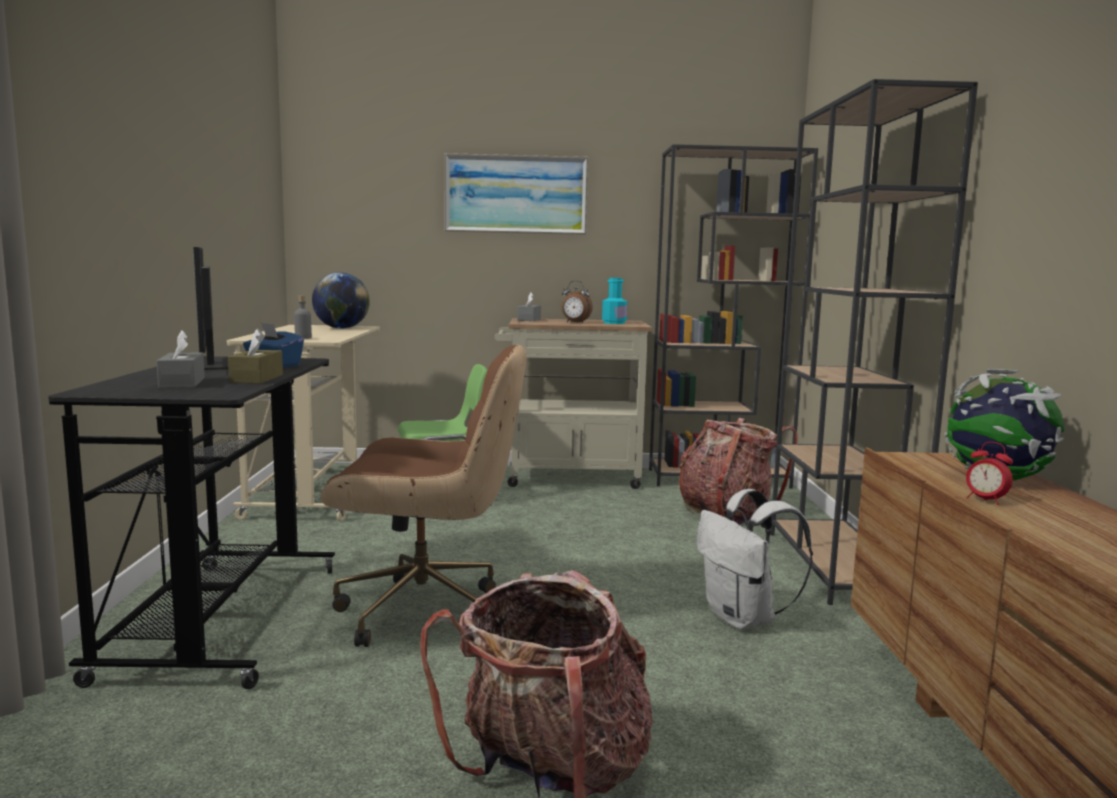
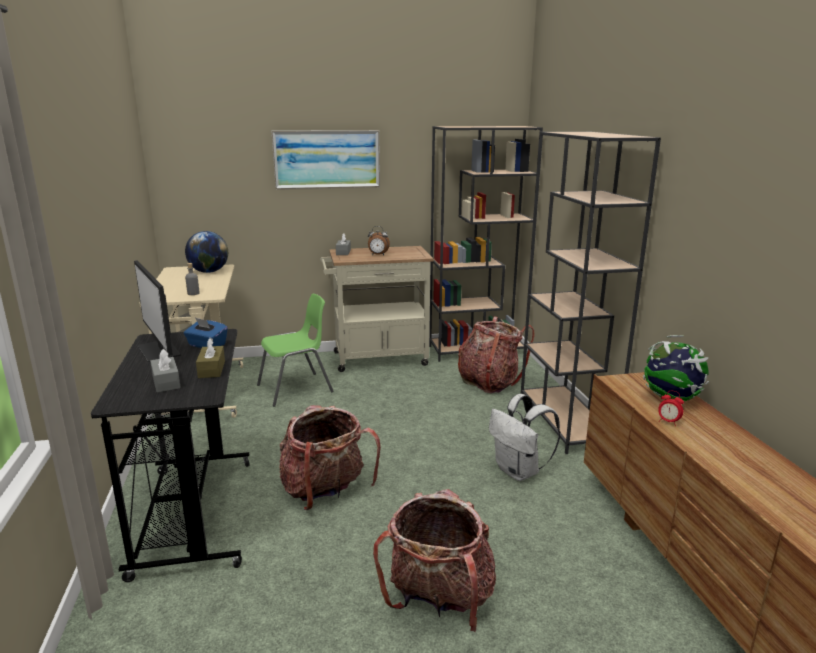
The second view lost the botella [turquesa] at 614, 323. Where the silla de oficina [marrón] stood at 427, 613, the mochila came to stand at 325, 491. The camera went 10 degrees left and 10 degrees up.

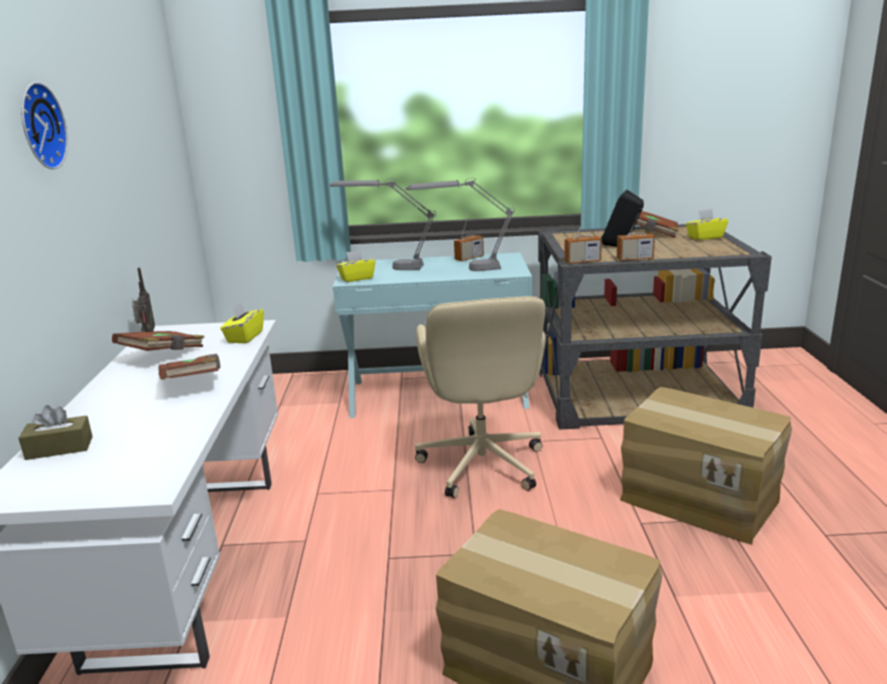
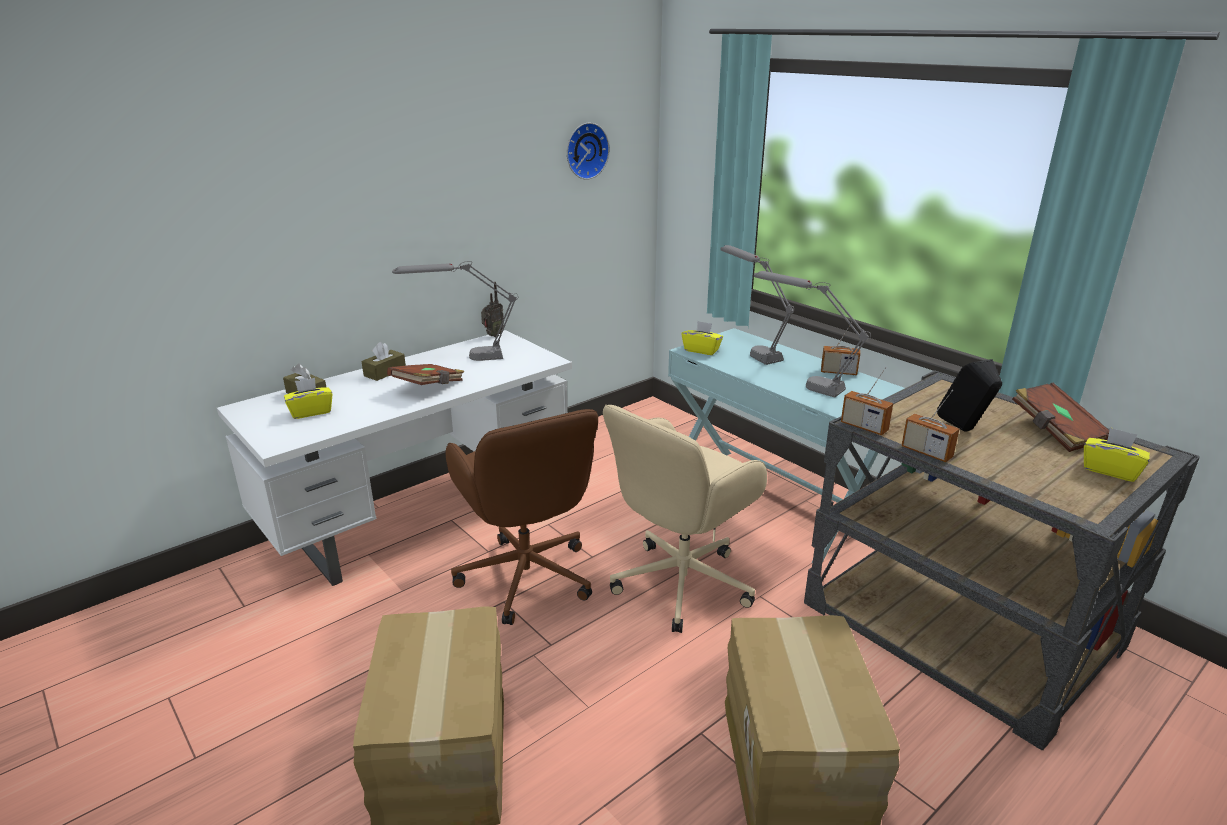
The second view gained the caja de pañuelos [marrón] at 385, 372. The second view gained the silla de oficina [marrón] at 526, 579. The reloj de pared ended up elsewhere, having gone from 38, 126 to 585, 150. The caja de pañuelos [amarillo] ended up elsewhere, having gone from 244, 337 to 311, 412. Where the libro [marrón] stood at 163, 355, the lámpara de mesa [gris] came to stand at 463, 357. The camera went 50 degrees right and 5 degrees up.

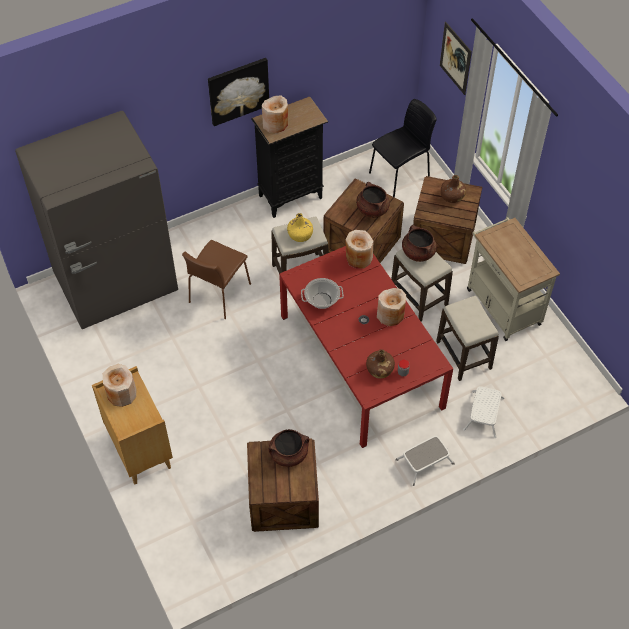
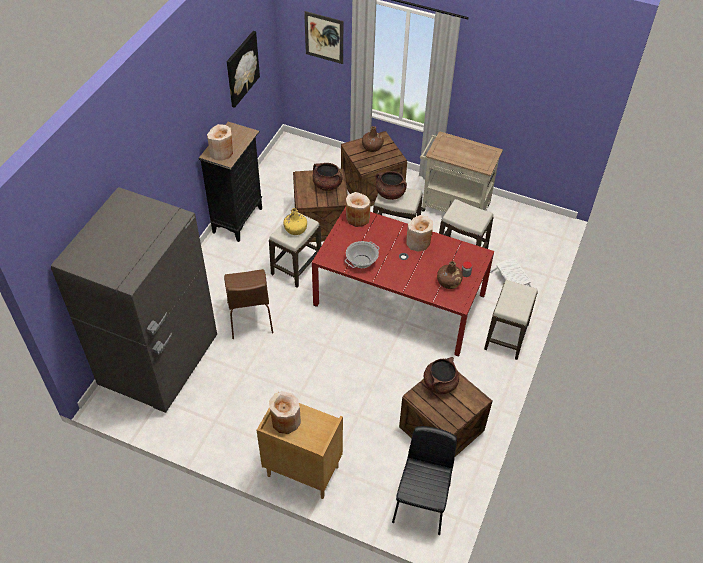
The cuadro ended up elsewhere, having gone from 238, 90 to 242, 68. The silla [negro] ended up elsewhere, having gone from 401, 174 to 422, 501. Where the escalera de tijera [gris] stood at 424, 461, the taburete came to stand at 506, 337. The camera went 40 degrees left and 5 degrees down.

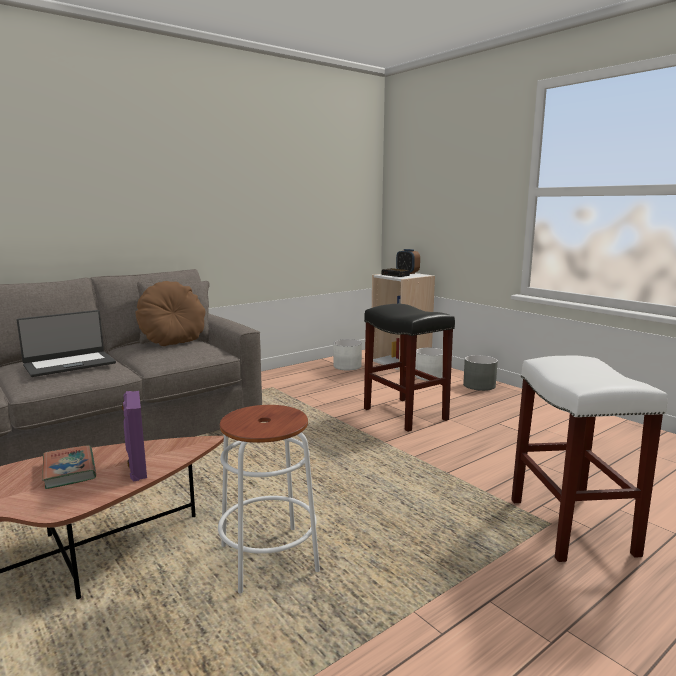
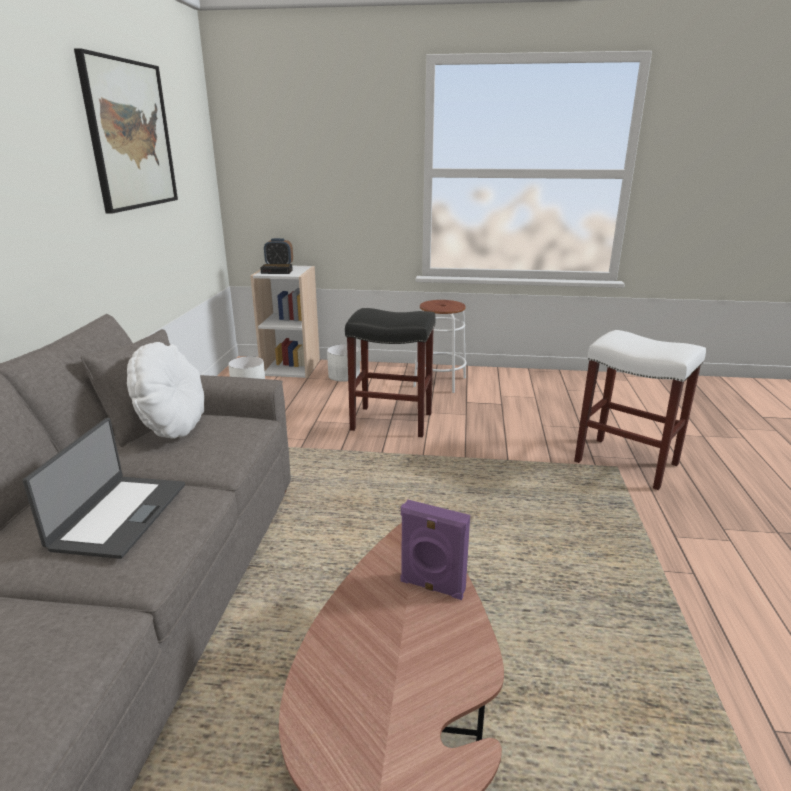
The second view lost the libro at 69, 470. The second view lost the maceta [gris] at 479, 385. The second view gained the cuadro at 130, 135. The taburete [blanco] ended up elsewhere, having gone from 269, 559 to 440, 382. What was the cojín [marrón] at 173, 343 turned into the cojín [blanco] at 174, 429. The camera went 45 degrees left and 10 degrees up.

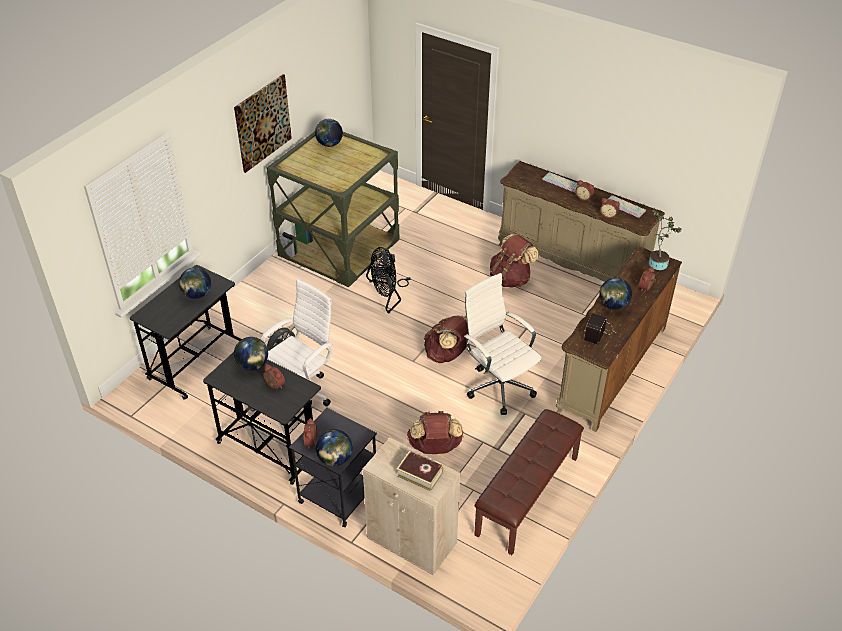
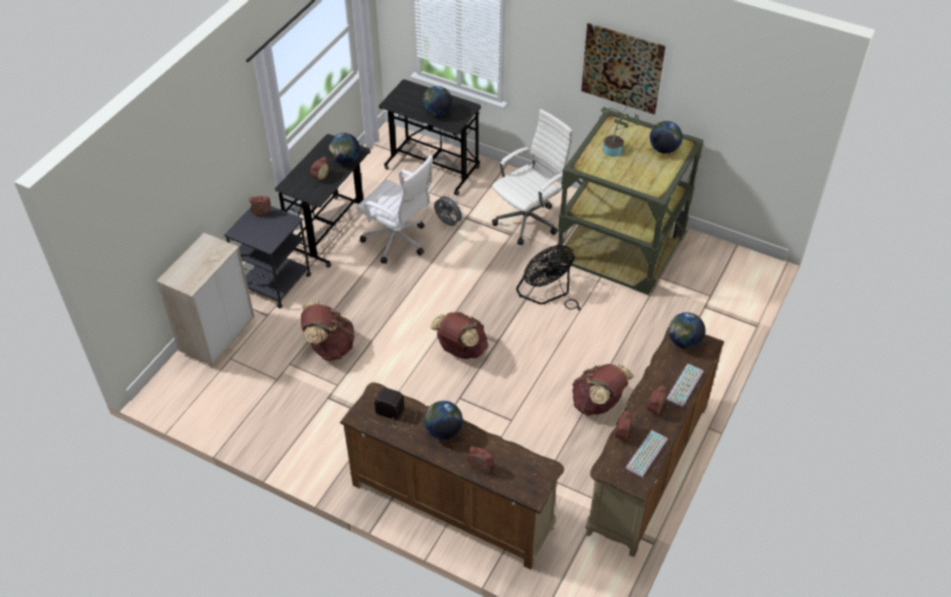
The second view lost the libro at 420, 474. The second view lost the banco [marrón] at 528, 496. The globo terráqueo ended up elsewhere, having gone from 335, 459 to 684, 342. The silla de oficina [blanco] ended up elsewhere, having gone from 498, 386 to 529, 220. The planta en maceta ended up elsewhere, having gone from 658, 262 to 615, 150. The camera went 85 degrees right and 5 degrees up.

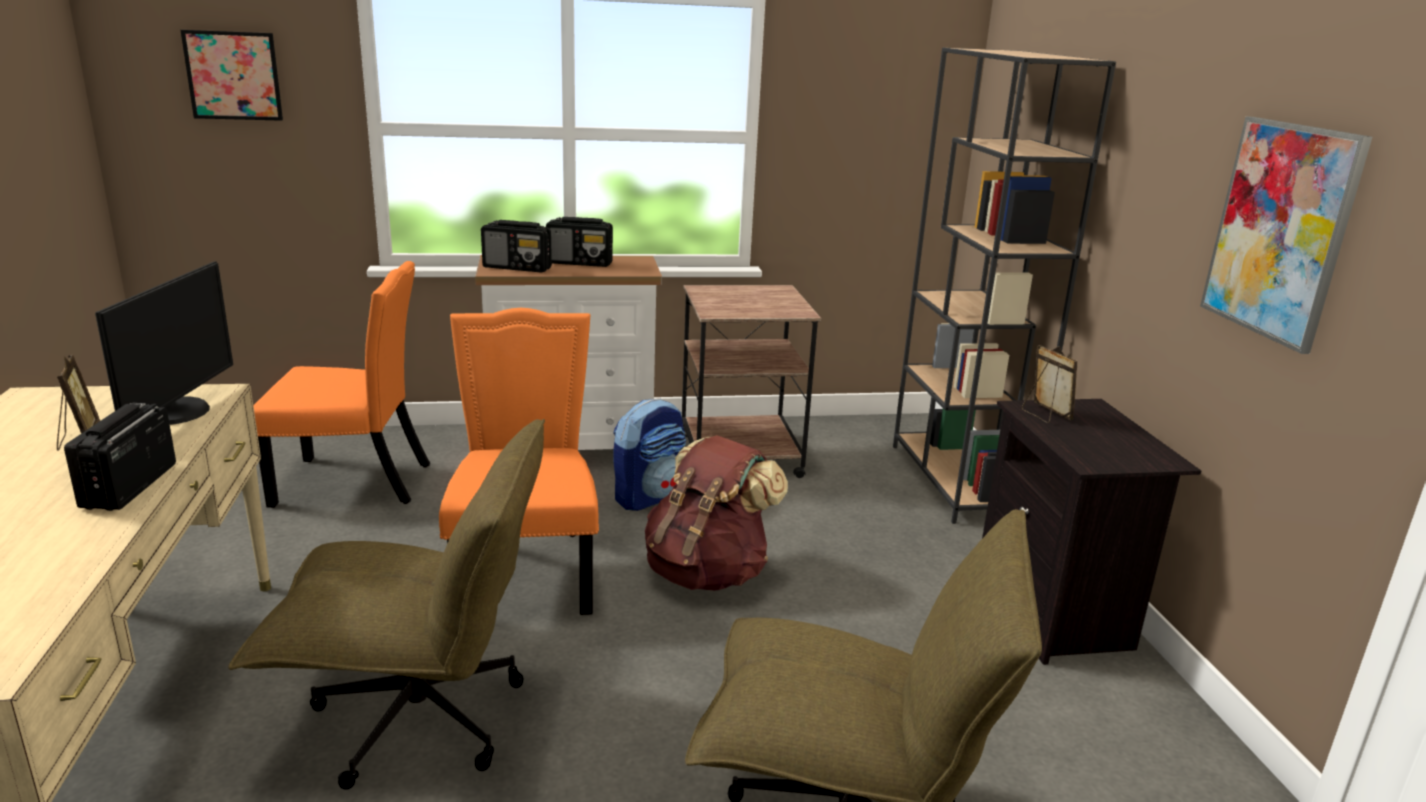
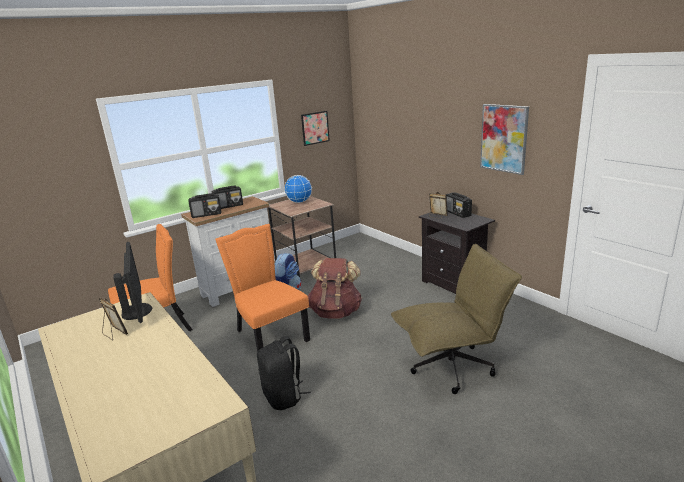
The second view lost the estantería at 958, 481. The second view gained the globo terráqueo at 299, 202. The radio ended up elsewhere, having gone from 128, 487 to 458, 213. The cuadro ended up elsewhere, having gone from 233, 75 to 315, 128. Where the silla de oficina [beis] stood at 415, 718, the mochila [negro] came to stand at 283, 397. The camera went 25 degrees left and 0 degrees up.

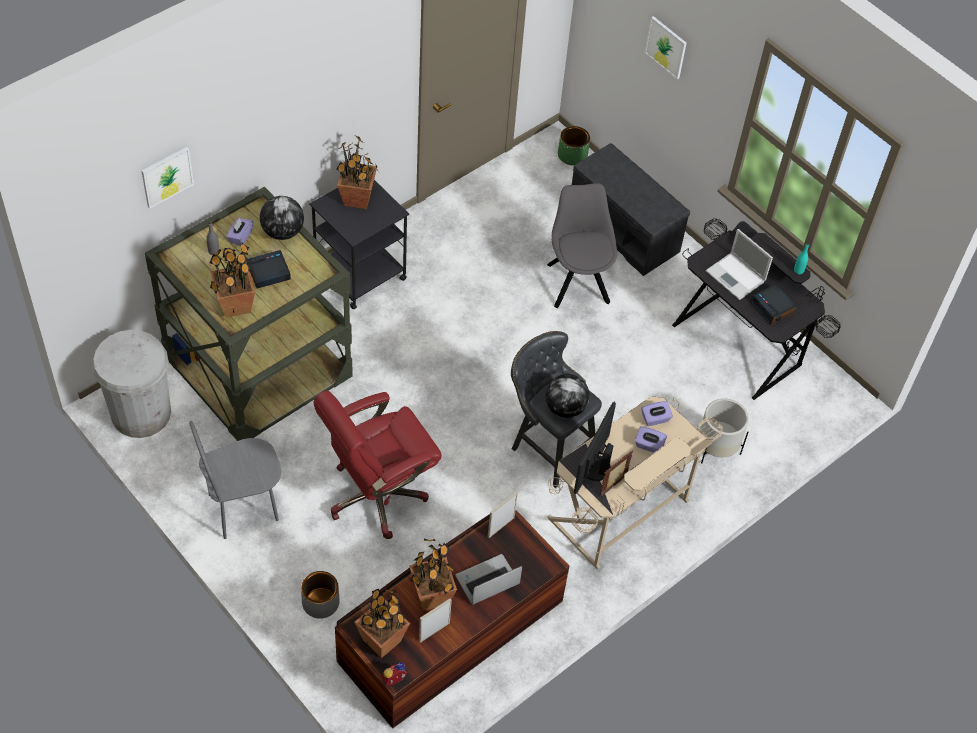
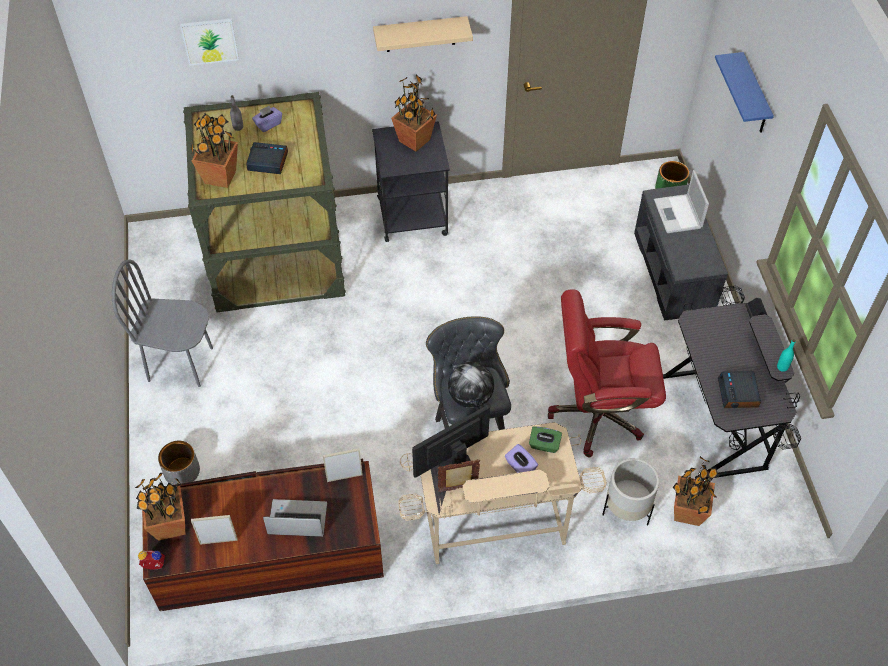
The second view lost the papelera [blanco] at 141, 413. The second view lost the globo terráqueo at 282, 232. The second view lost the silla [gris] at 577, 283. The second view gained the estante [beis] at 420, 34. The silla de oficina [rojo] ended up elsewhere, having gone from 378, 494 to 599, 415. The planta en maceta ended up elsewhere, having gone from 431, 596 to 687, 512. The portátil ended up elsewhere, having gone from 736, 277 to 678, 215. Where the cuadro hung at 666, 47, the estante [azul] came to hang at 754, 96. What was the caja de pañuelos [morado] at 655, 419 turned into the caja de pañuelos [verde] at 544, 445. The camera went 35 degrees right and 0 degrees up.

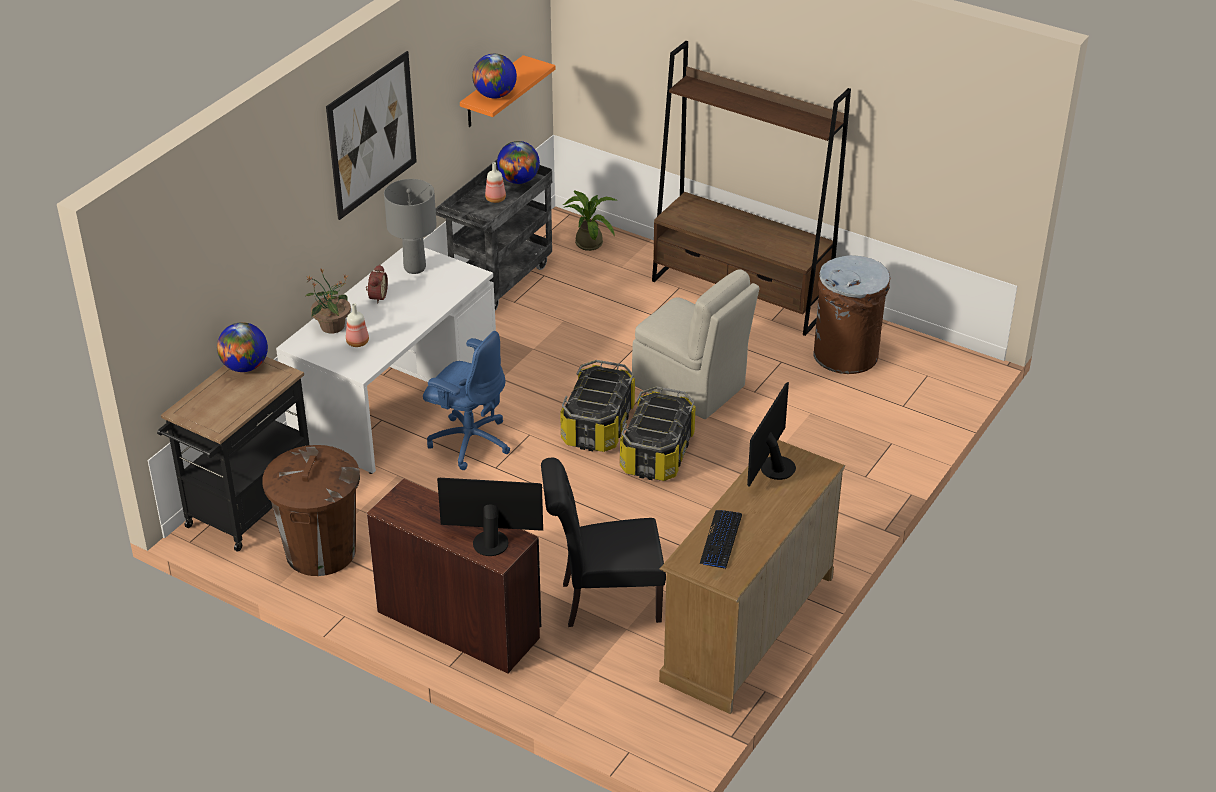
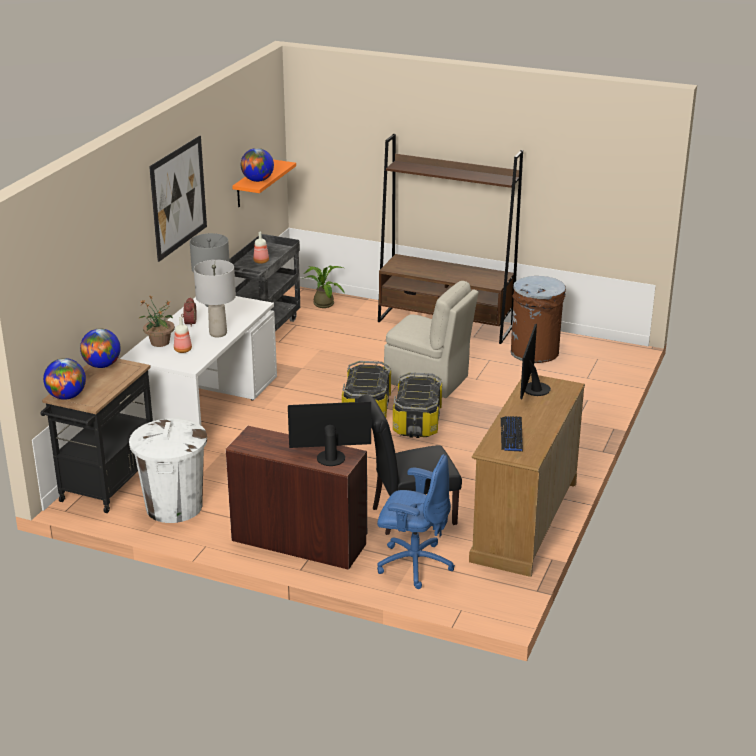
The second view gained the lámpara de mesa [gris] at 217, 333. The silla de oficina [azul] ended up elsewhere, having gone from 469, 441 to 413, 564. The globo terráqueo ended up elsewhere, having gone from 518, 180 to 67, 396. What was the papelera [marrón] at 320, 552 turned into the papelera [blanco] at 174, 507. The camera went 10 degrees left and 10 degrees down.

